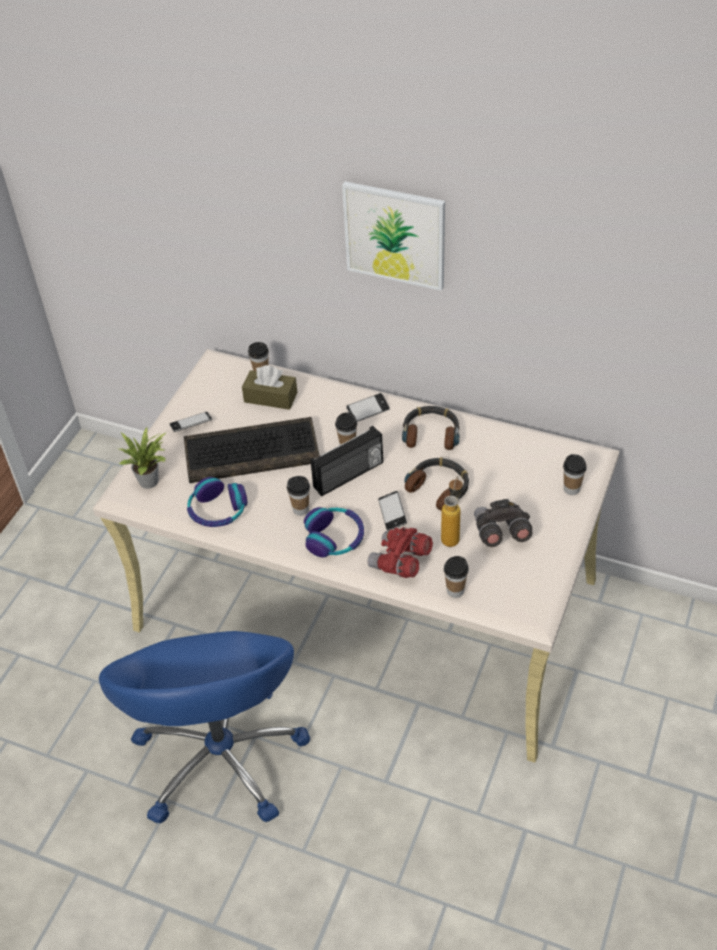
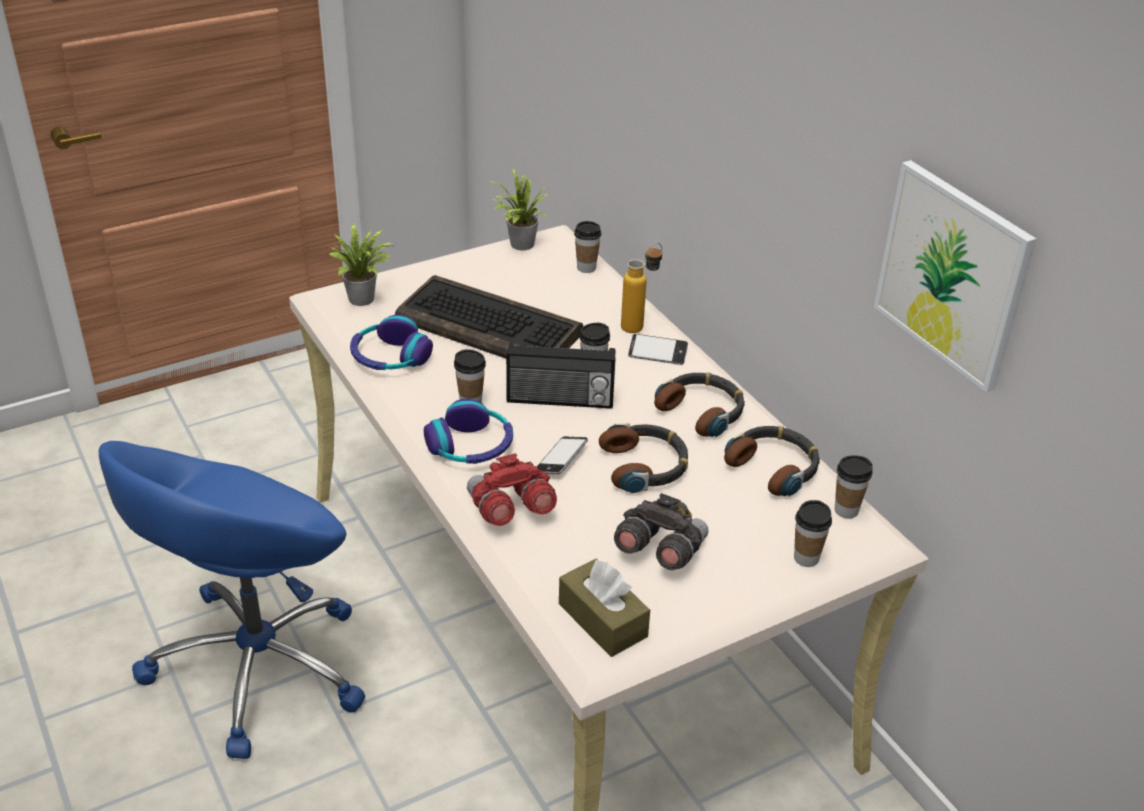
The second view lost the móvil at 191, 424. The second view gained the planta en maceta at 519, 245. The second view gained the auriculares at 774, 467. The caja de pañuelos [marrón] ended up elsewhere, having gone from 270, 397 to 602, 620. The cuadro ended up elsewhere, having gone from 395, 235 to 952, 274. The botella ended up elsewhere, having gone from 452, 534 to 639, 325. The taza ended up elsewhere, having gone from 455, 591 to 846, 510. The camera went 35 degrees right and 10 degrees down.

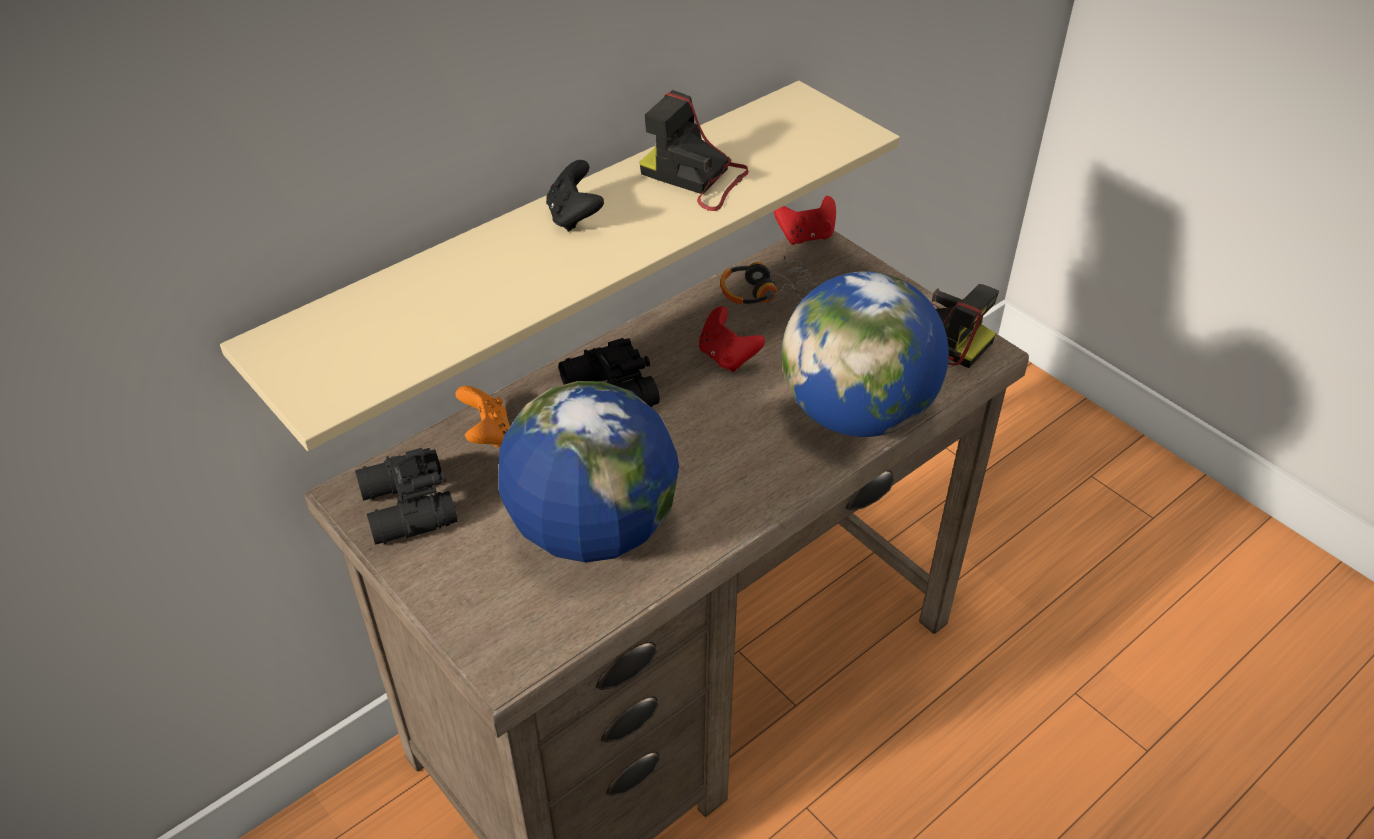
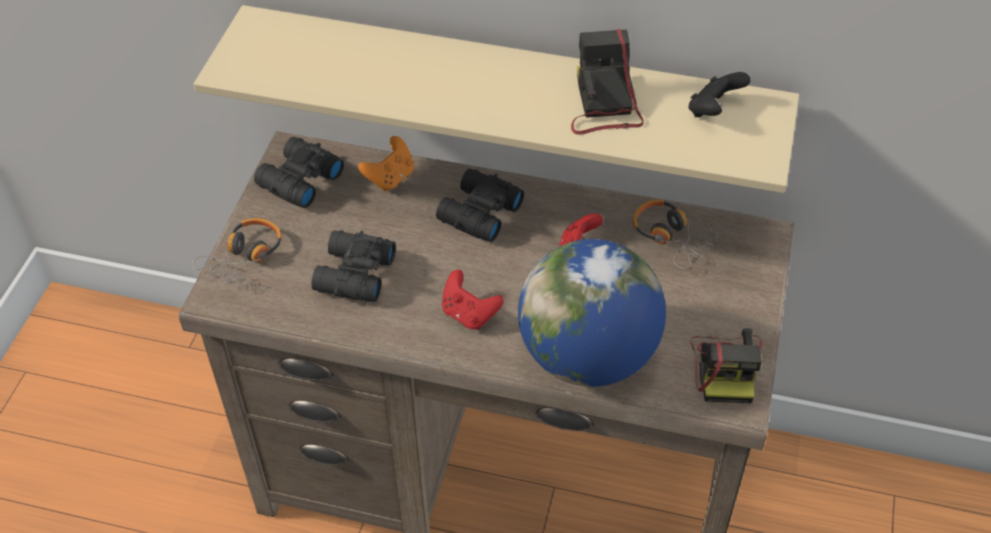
The second view gained the auriculares at 245, 258. The mando de consola [negro] ended up elsewhere, having gone from 574, 217 to 713, 111. The mando de consola [rojo] ended up elsewhere, having gone from 806, 236 to 469, 314. Where the globo terráqueo stood at 592, 530, the prismáticos [negro] came to stand at 353, 275. The camera went 55 degrees right and 5 degrees up.

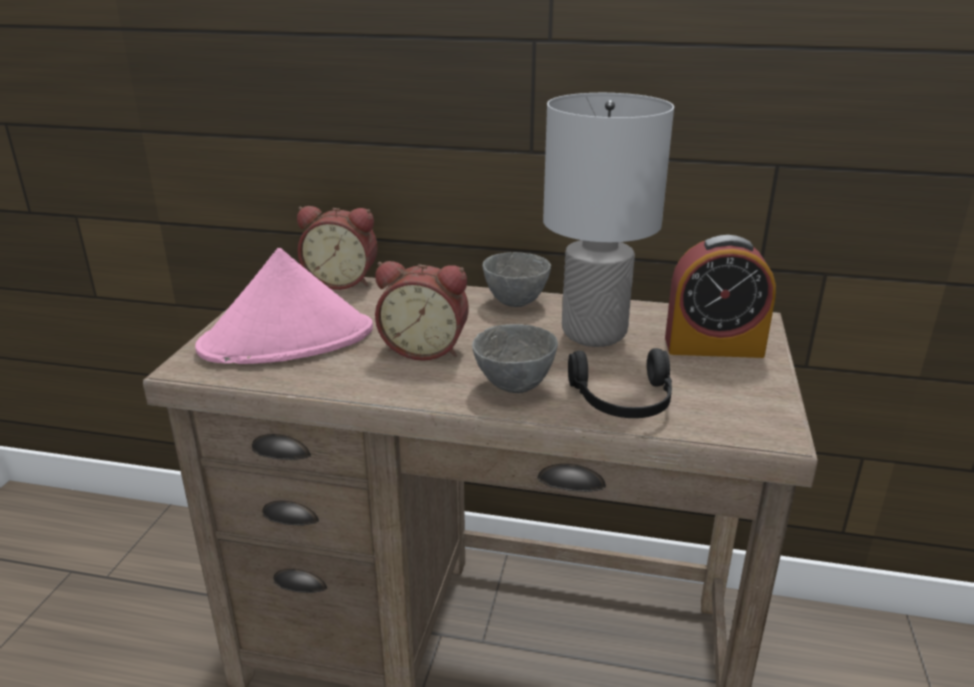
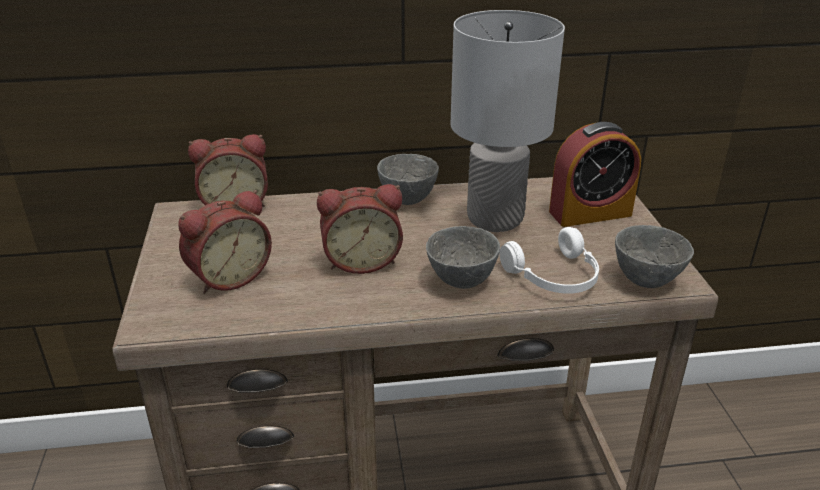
The second view gained the cuenco [gris] at 646, 279. Where the sombrero [rosa] stood at 288, 340, the despertador came to stand at 228, 276. What was the auriculares [negro] at 623, 401 turned into the auriculares [blanco] at 555, 277. The camera went 20 degrees left and 5 degrees up.

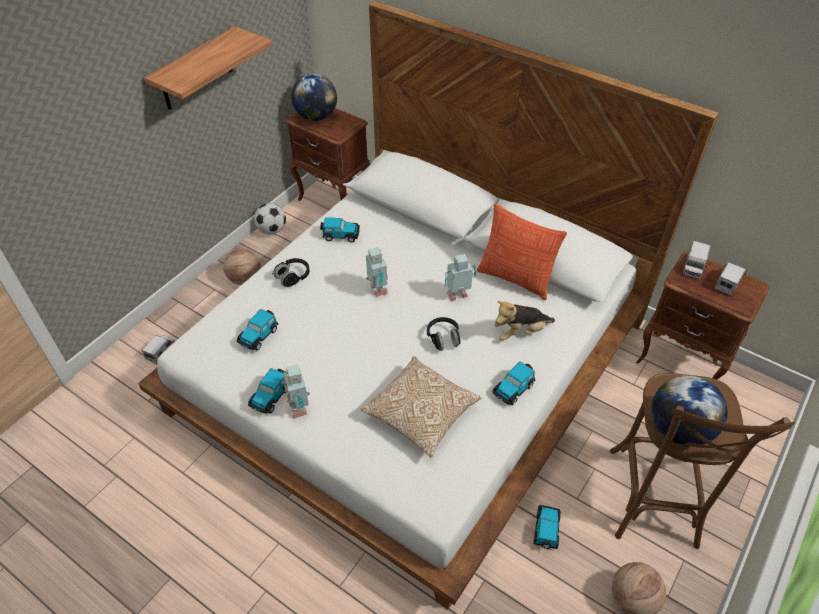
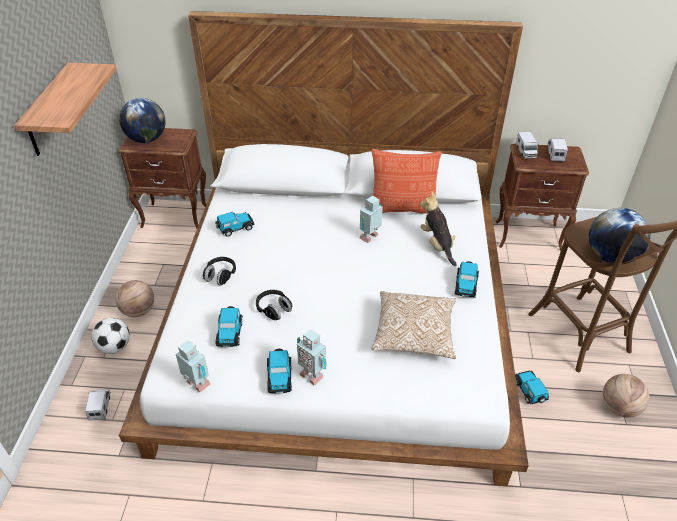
The balón de fútbol ended up elsewhere, having gone from 272, 230 to 114, 347. The robot de juguete ended up elsewhere, having gone from 377, 290 to 197, 385. The auriculares [negro] ended up elsewhere, having gone from 443, 339 to 274, 310. The peluche at 520, 332 ended up facing another way, 120 degrees clockwise from before. The camera went 30 degrees left and 5 degrees down.

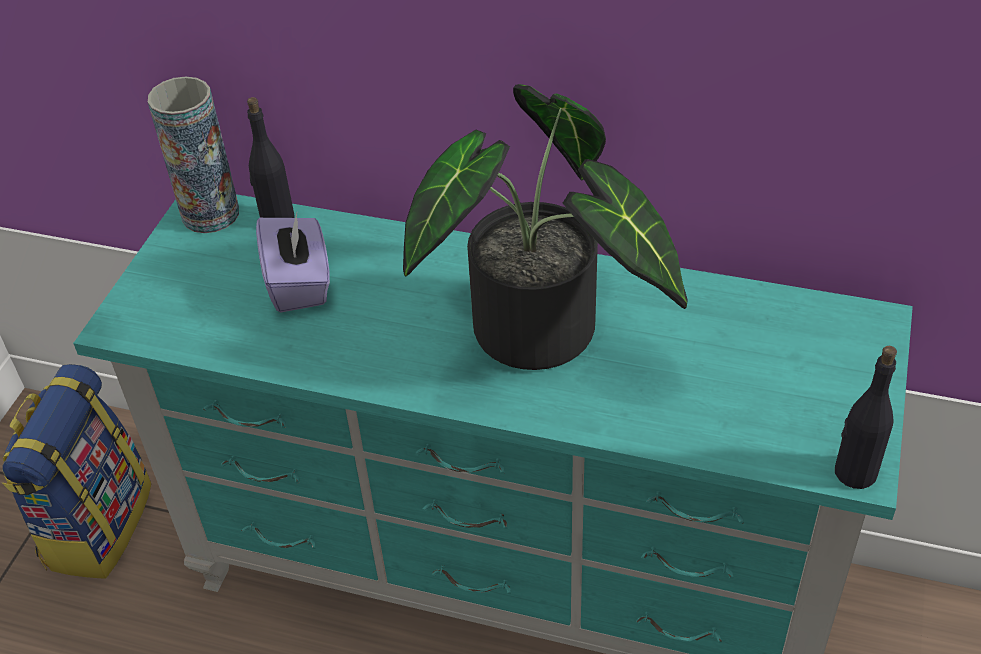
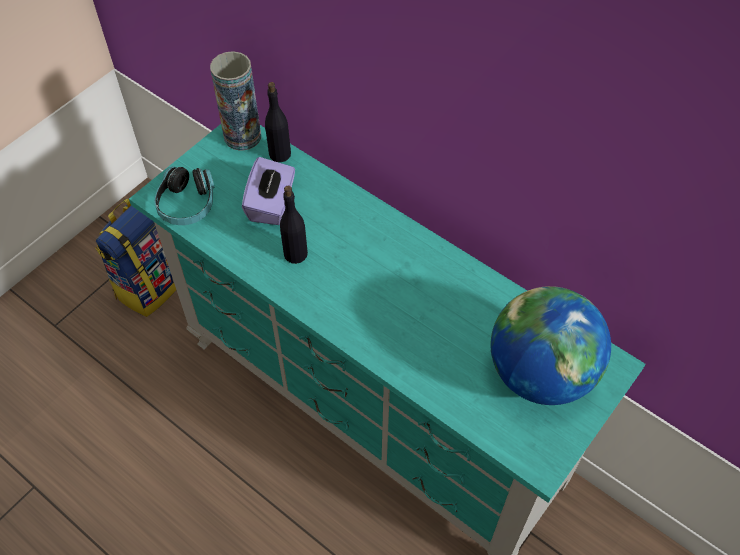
The second view lost the planta en maceta at 540, 339. The second view gained the auriculares at 187, 204. The second view gained the globo terráqueo at 540, 373. The botella [negro] ended up elsewhere, having gone from 854, 472 to 295, 254. The camera went 20 degrees right and 10 degrees up.

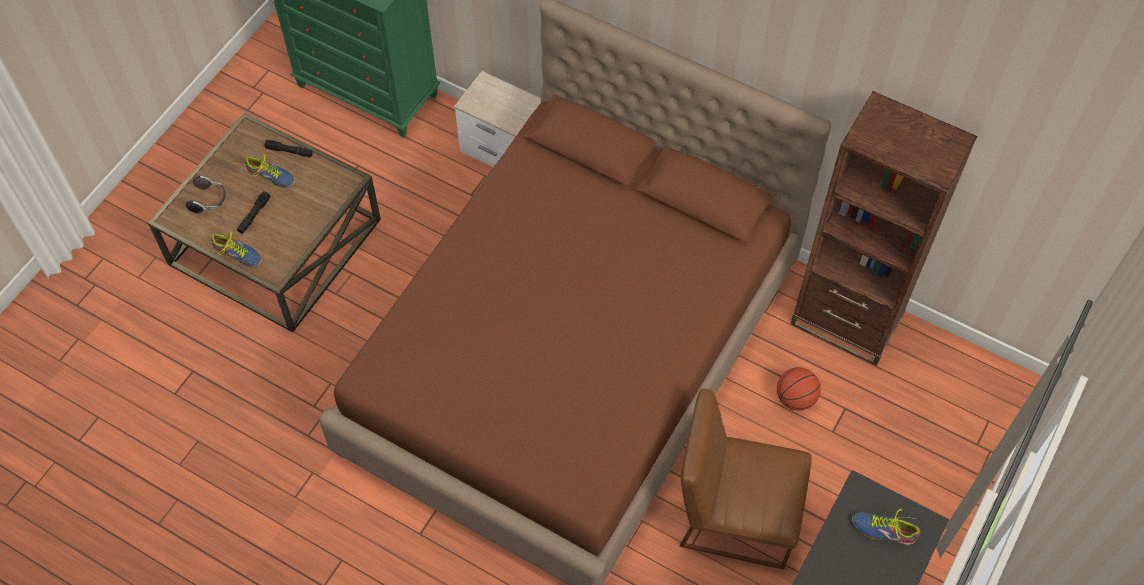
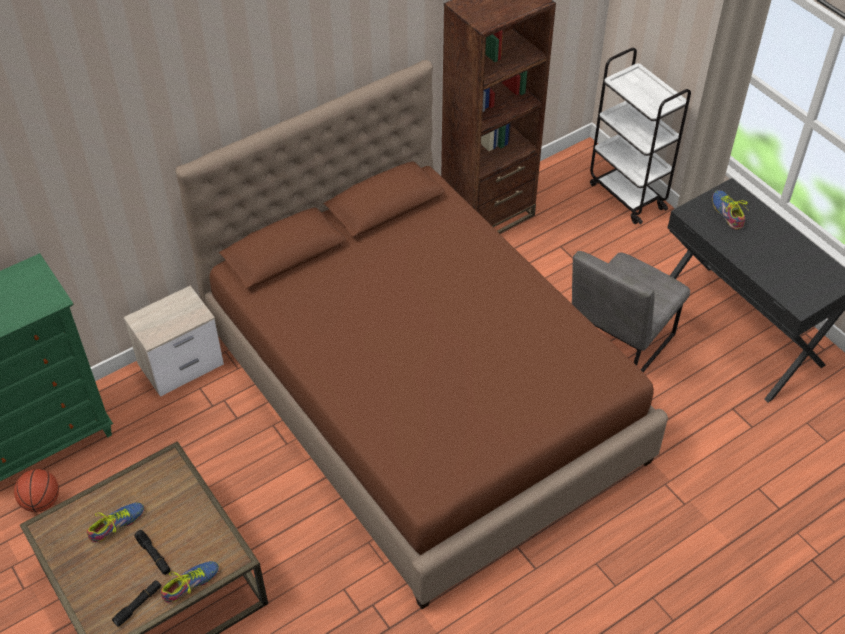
The second view lost the auriculares at 209, 200. The second view gained the carrito [blanco] at 628, 197. The linterna [negro] ended up elsewhere, having gone from 289, 151 to 138, 605. The balón de baloncesto ended up elsewhere, having gone from 795, 398 to 42, 502. What was the silla [marrón] at 735, 515 turned into the silla [gris] at 618, 345. The zapato at 884, 530 ended up facing another way, 120 degrees clockwise from before. The camera went 65 degrees left and 10 degrees down.

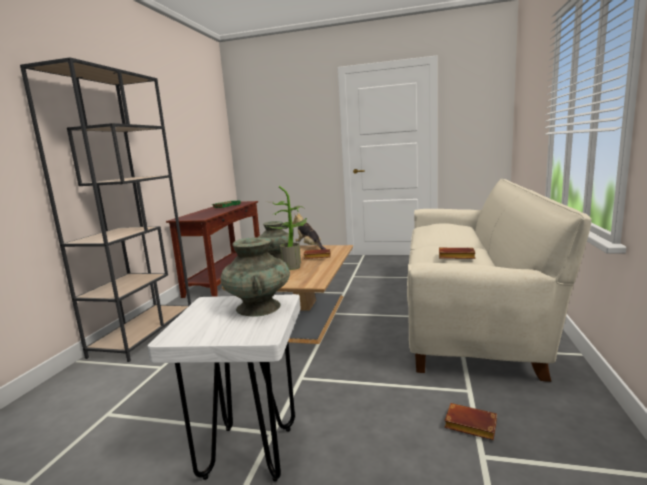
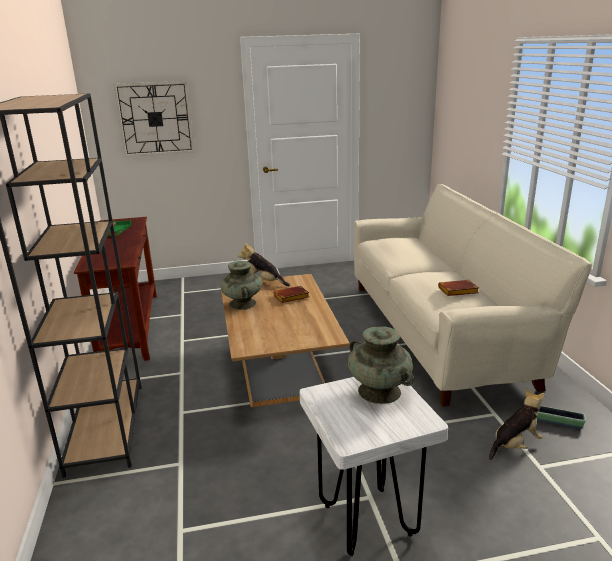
The second view lost the planta en maceta at 292, 266. The second view gained the reloj de pared at 155, 119. The second view gained the maceta at 557, 422. Where the libro [marrón] stood at 469, 426, the peluche came to stand at 515, 445. The camera went 25 degrees left and 10 degrees up.

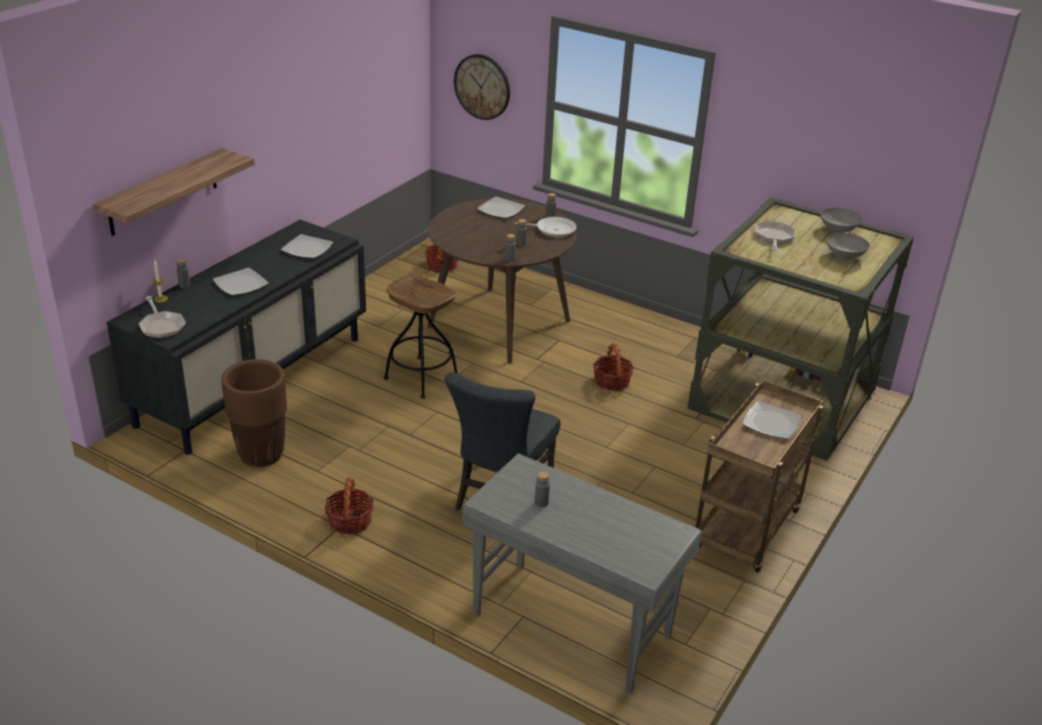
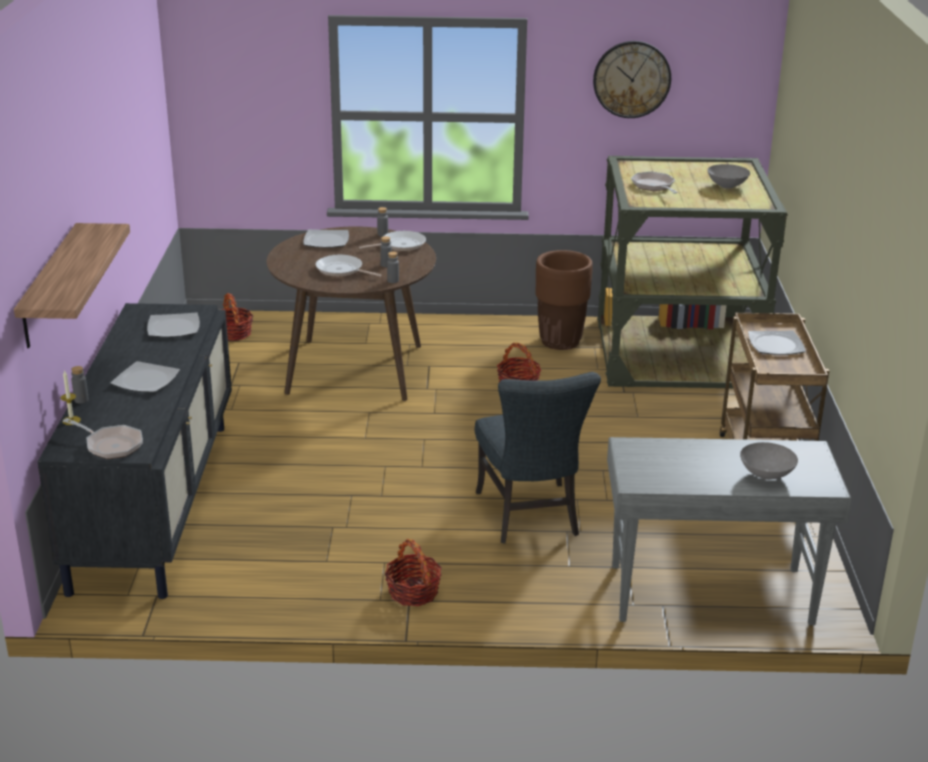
The second view lost the taburete [marrón] at 421, 377. The second view lost the botella [gris] at 541, 502. The second view gained the sartén at 341, 270. The maceta [marrón] ended up elsewhere, having gone from 261, 454 to 560, 342. The reloj de pared ended up elsewhere, having gone from 482, 86 to 632, 79. The cuenco [gris] ended up elsewhere, having gone from 839, 230 to 767, 475. The camera went 30 degrees left and 5 degrees down.

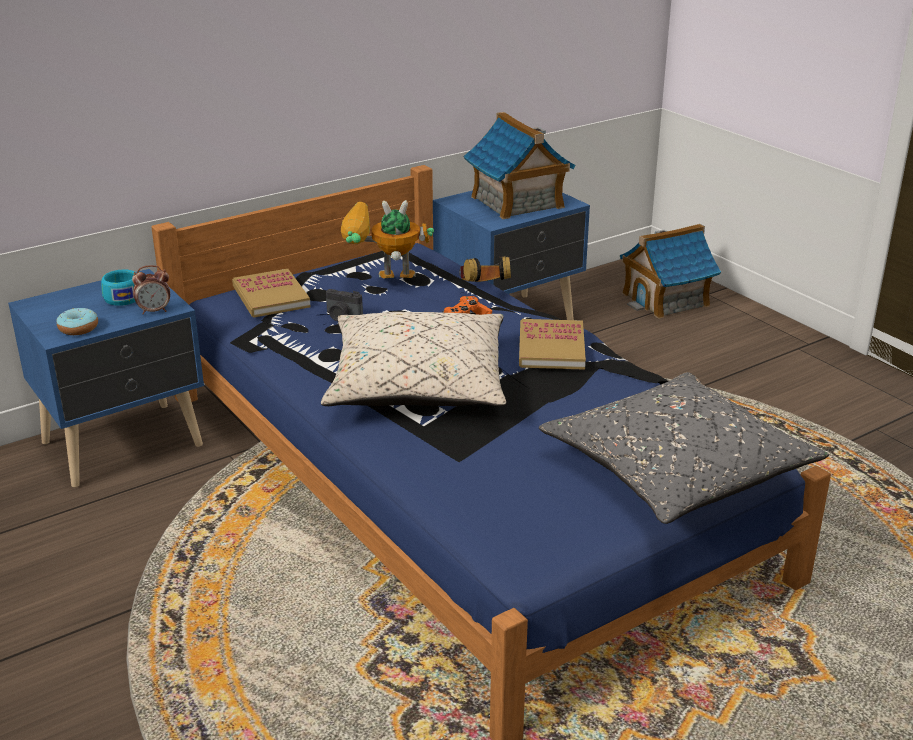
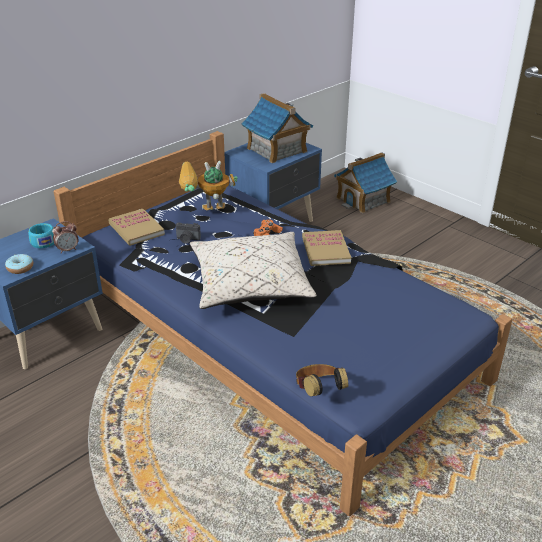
The second view lost the cojín [gris] at 675, 470. The auriculares ended up elsewhere, having gone from 484, 290 to 318, 392. The camera went 10 degrees left and 5 degrees up.

